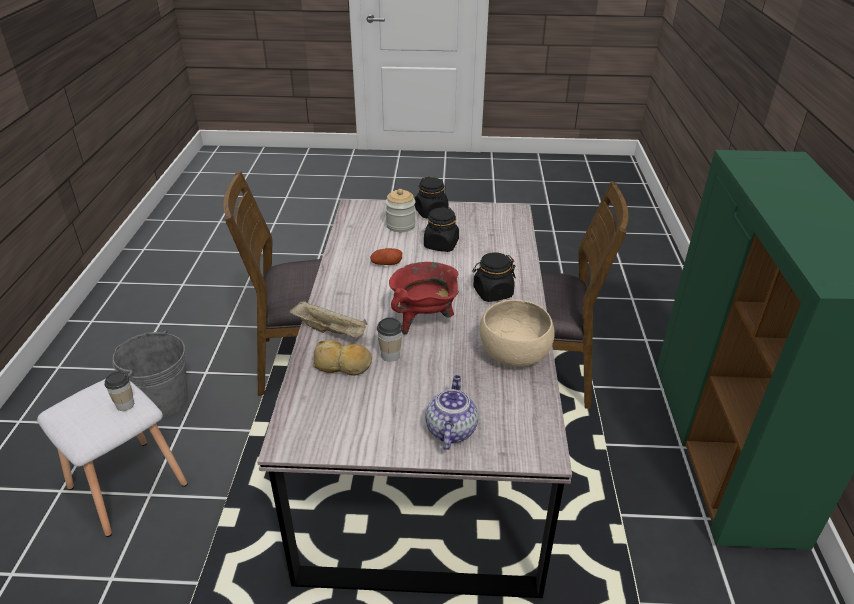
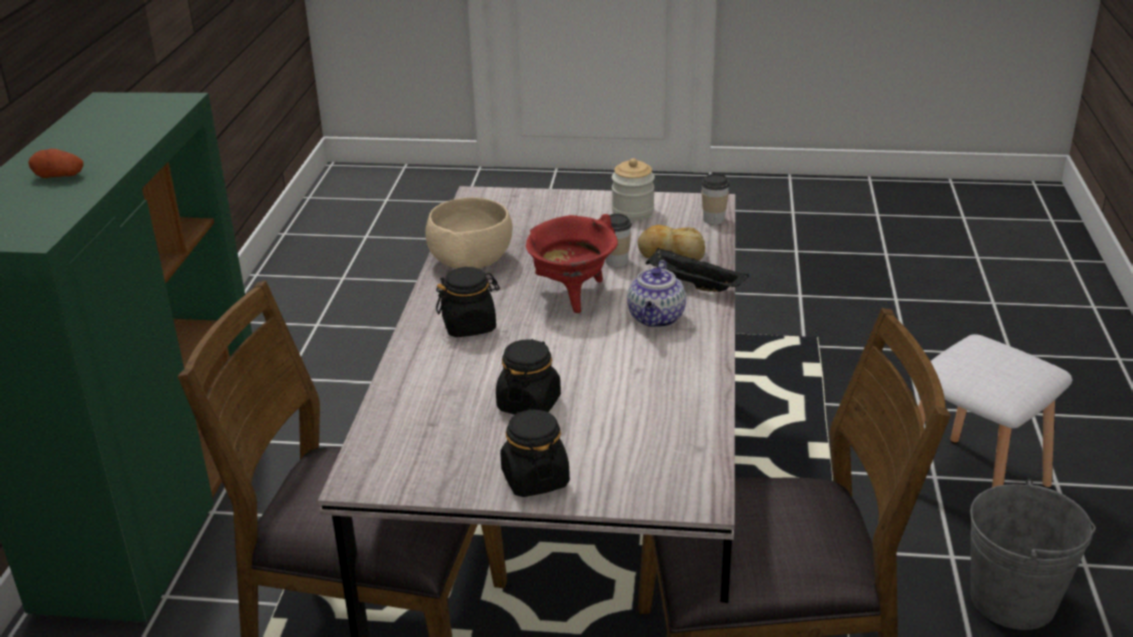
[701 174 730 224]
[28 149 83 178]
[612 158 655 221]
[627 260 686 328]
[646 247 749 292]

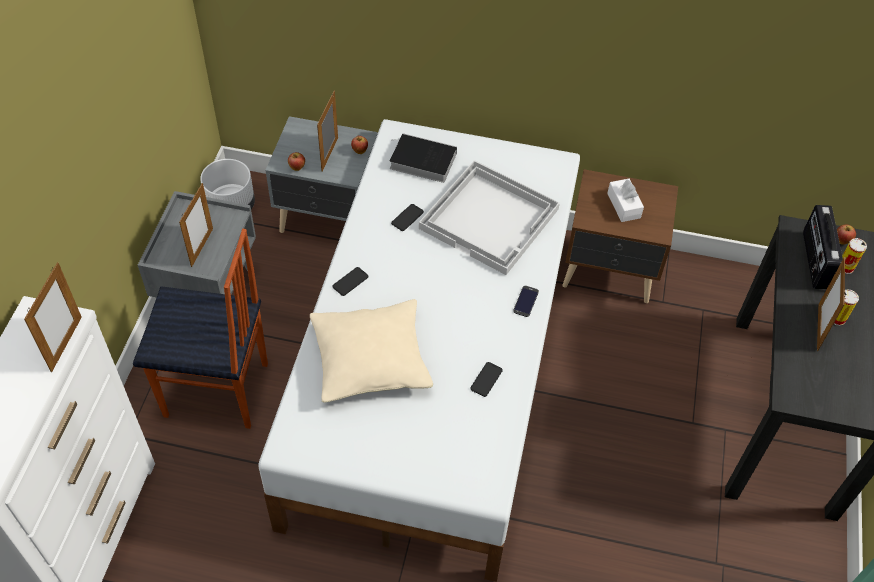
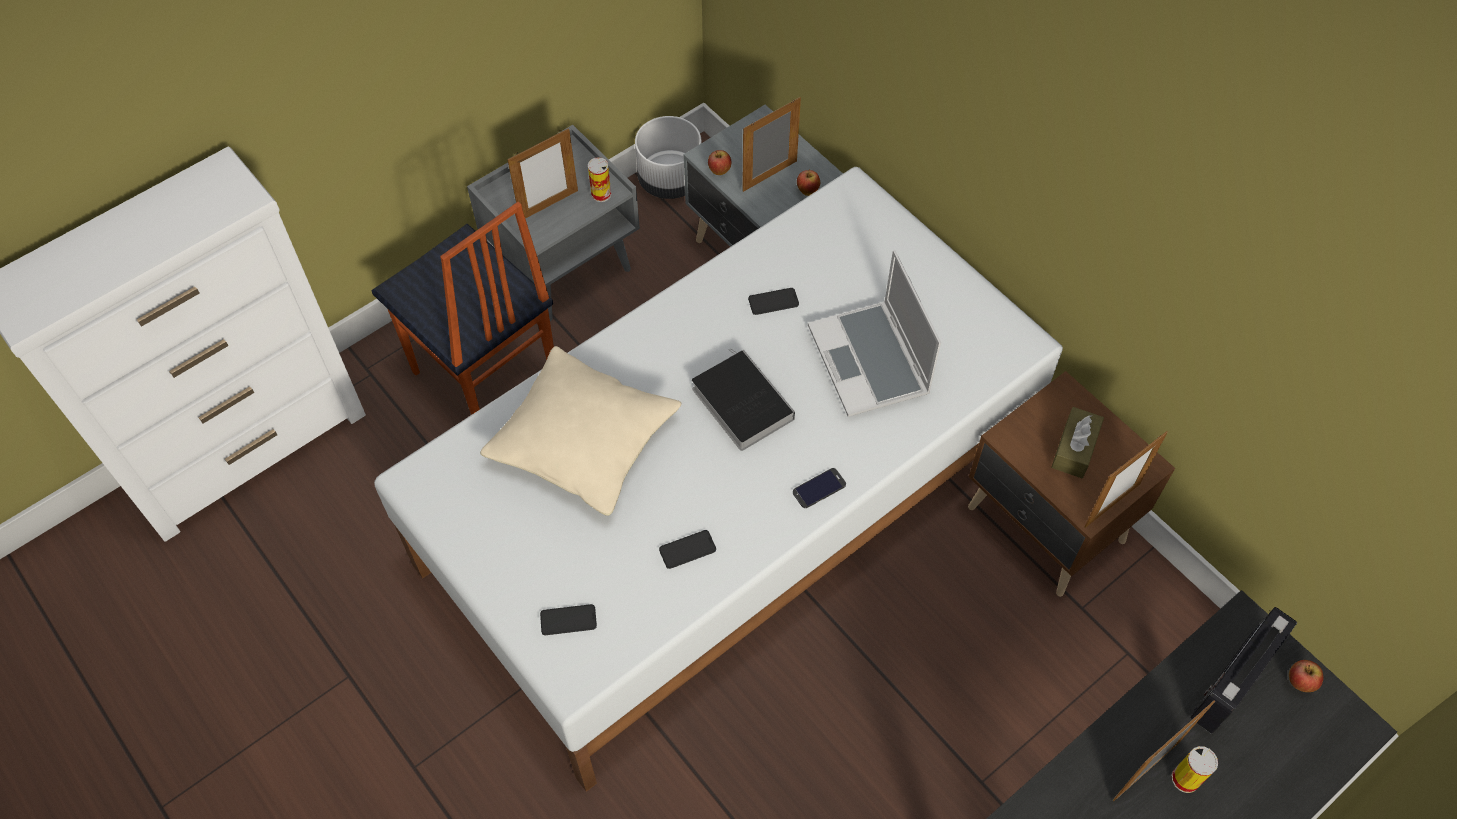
[1085 431 1168 528]
[540 604 597 635]
[692 349 795 451]
[588 157 611 202]
[808 250 941 417]
[1051 407 1104 478]

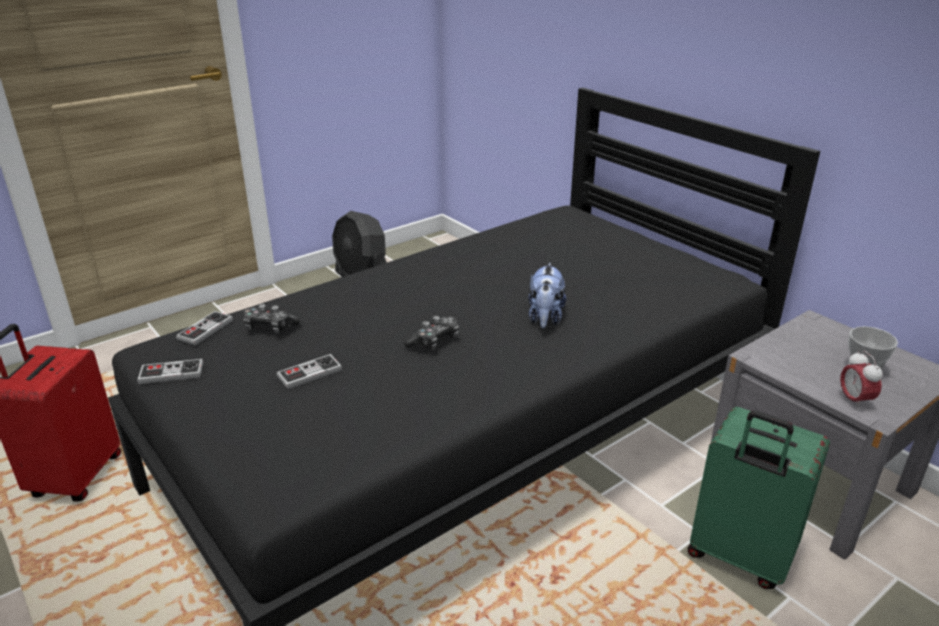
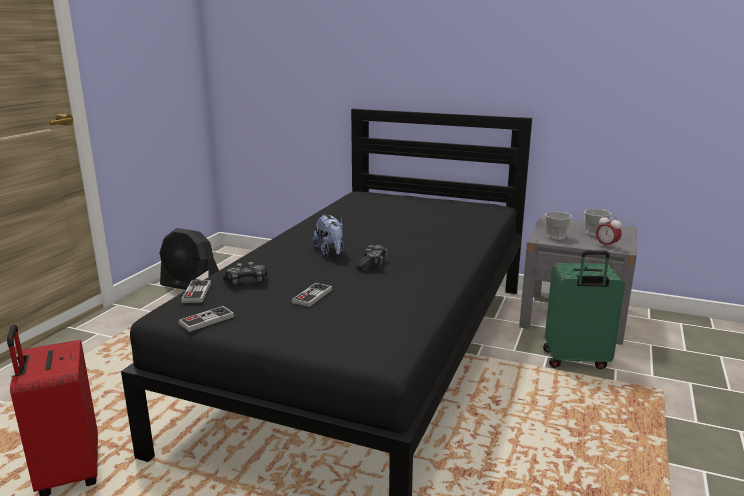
[545 212 572 240]
[313 214 344 256]

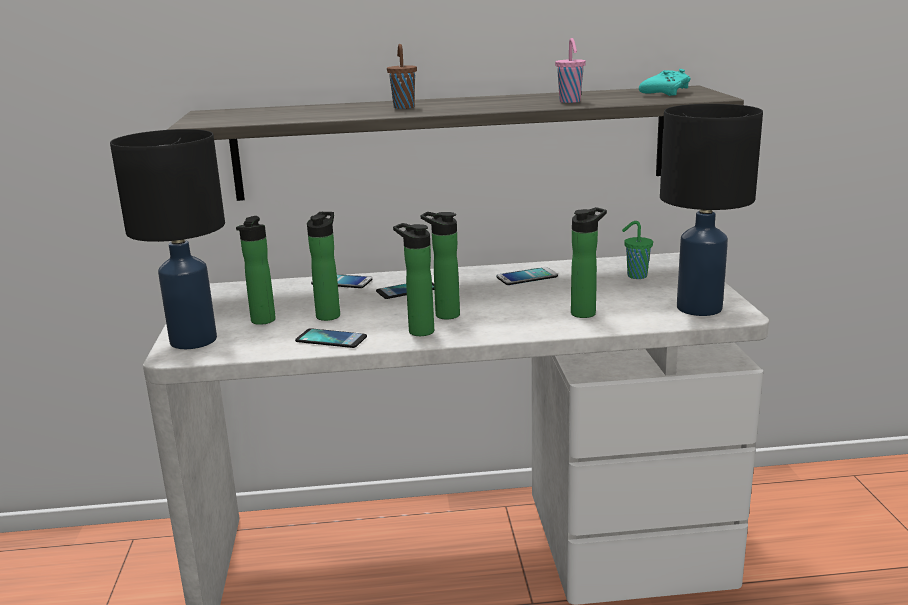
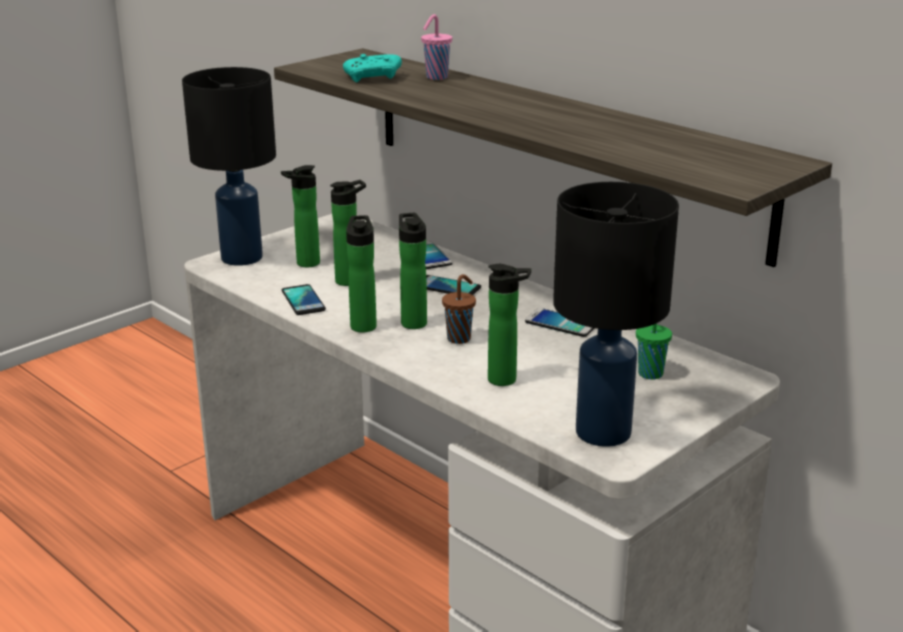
[442 274 476 344]
[421 14 452 80]
[343 54 402 82]

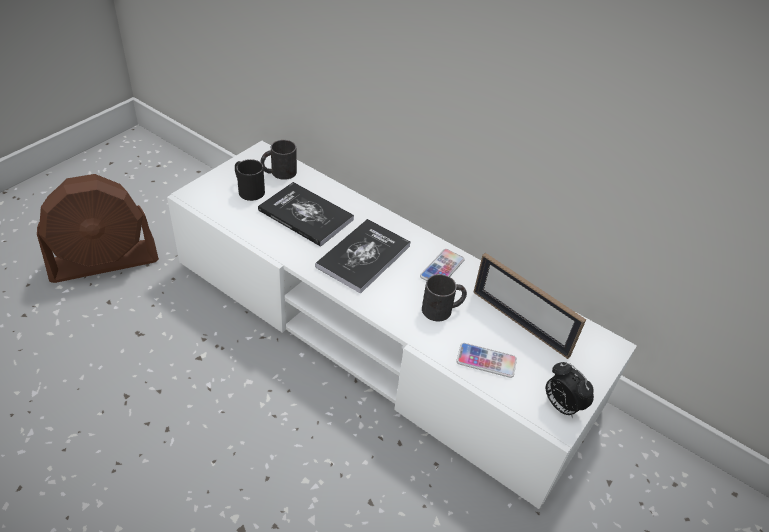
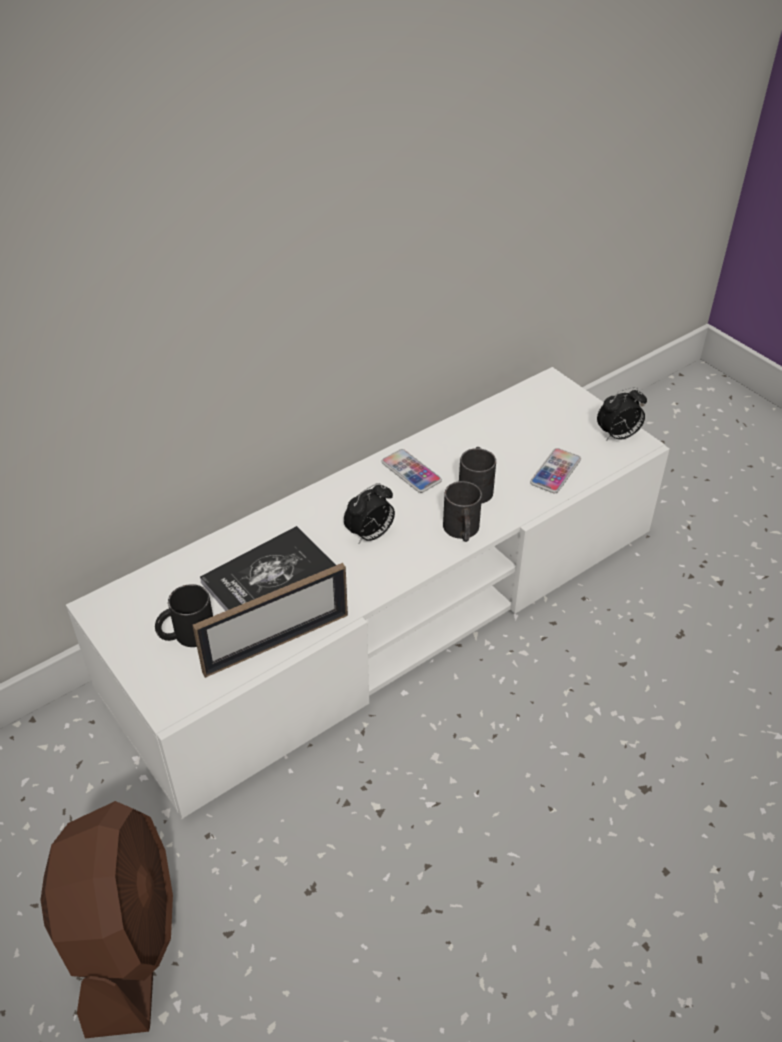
[443 481 482 542]
[192 563 348 678]
[344 483 395 544]

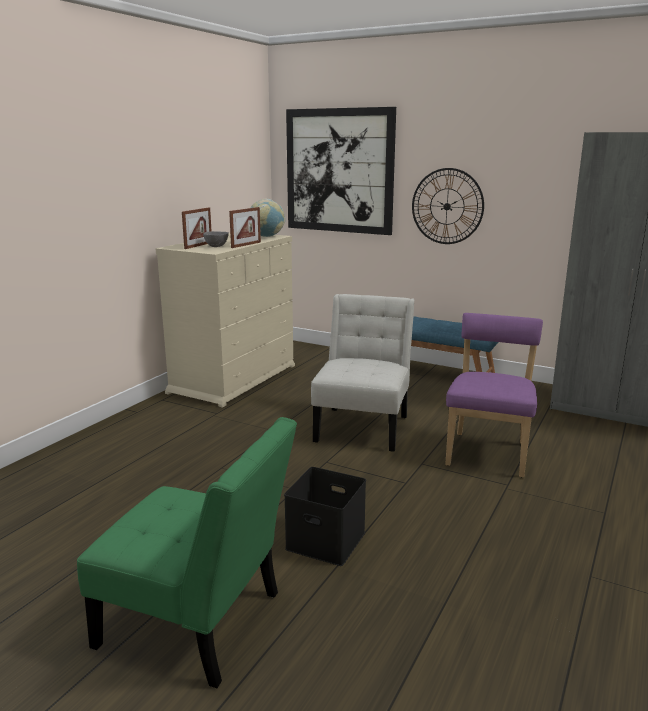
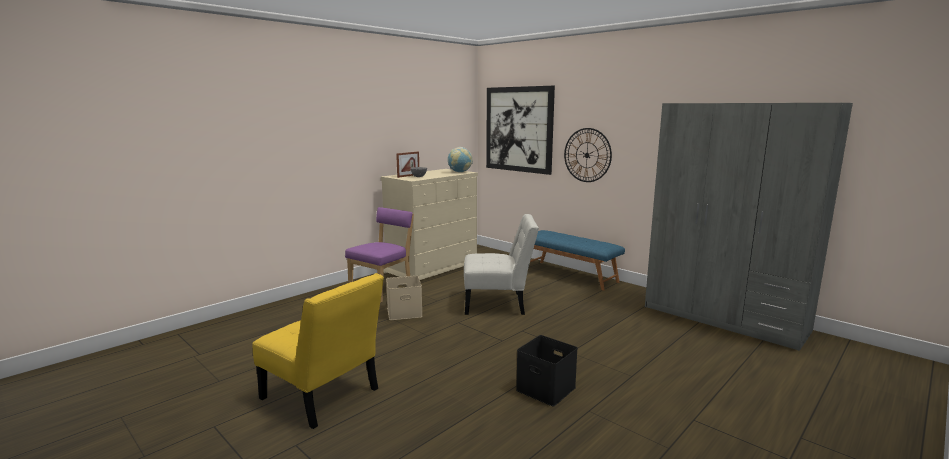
[229 207 261 248] (first image)
[386 276 423 320]
[516 335 578 407]
[345 207 414 303]
[252 273 384 429]
[464 214 539 315]

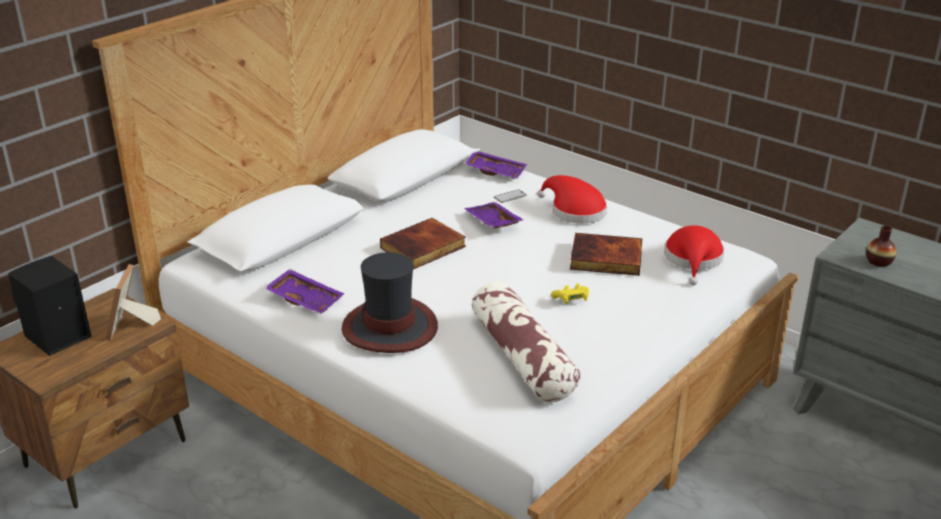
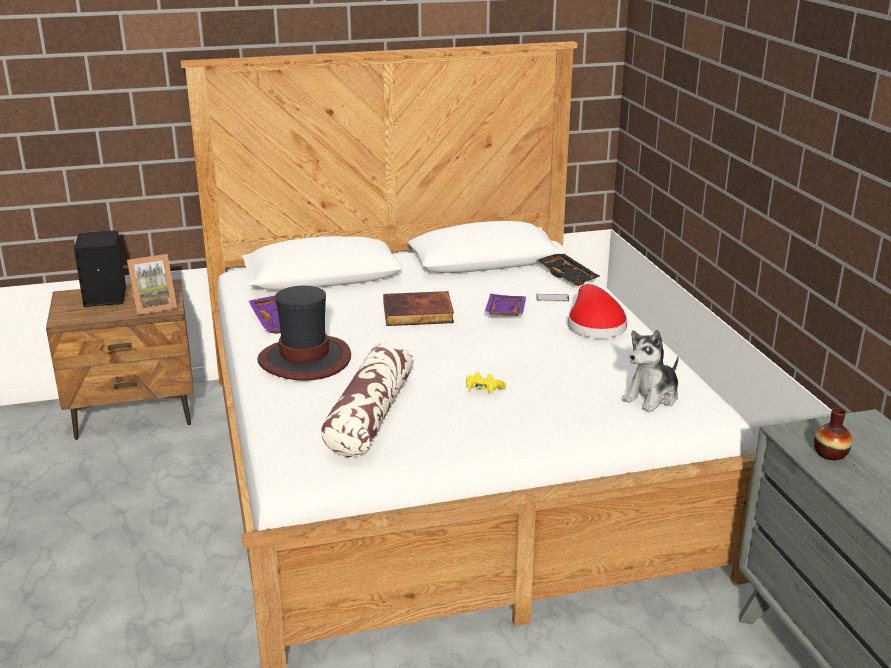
[570 233 642 276] (first image)
[622 330 678 412]
[537 254 600 286]
[127 254 177 315]

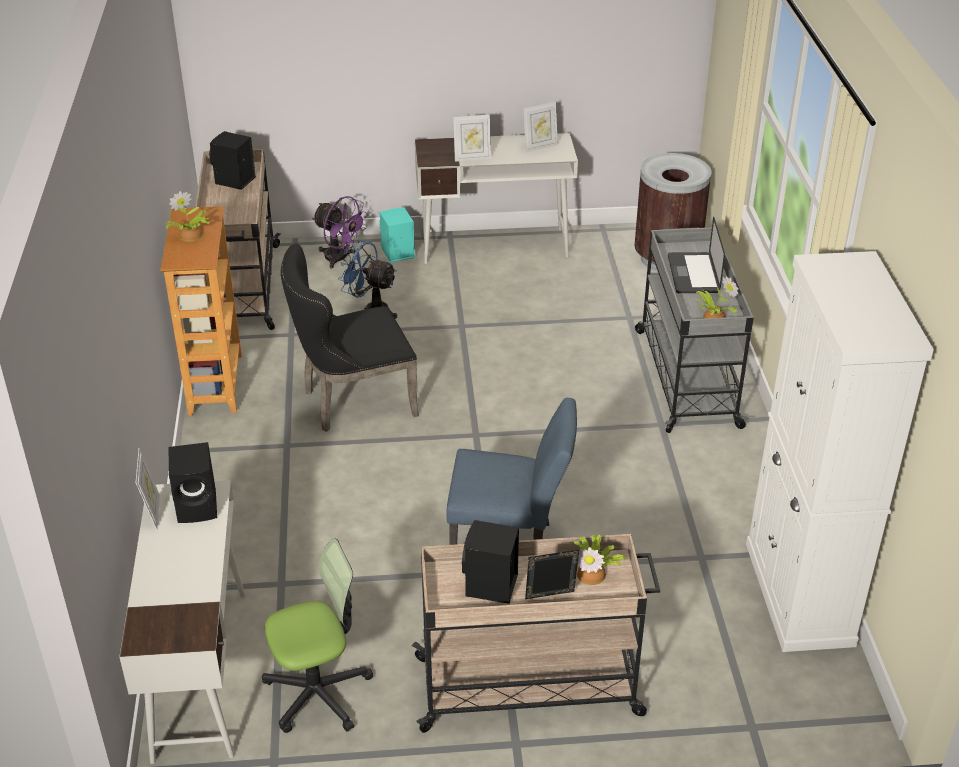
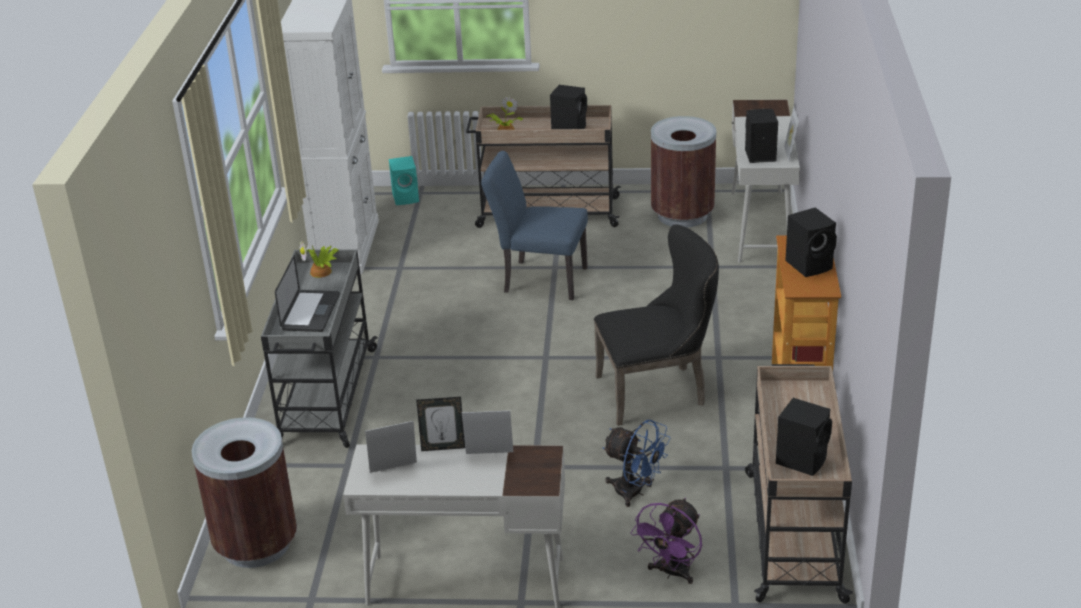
[389 156 419 205]
[416 397 465 451]
[785 207 837 277]
[651 116 716 228]
[631 498 702 584]

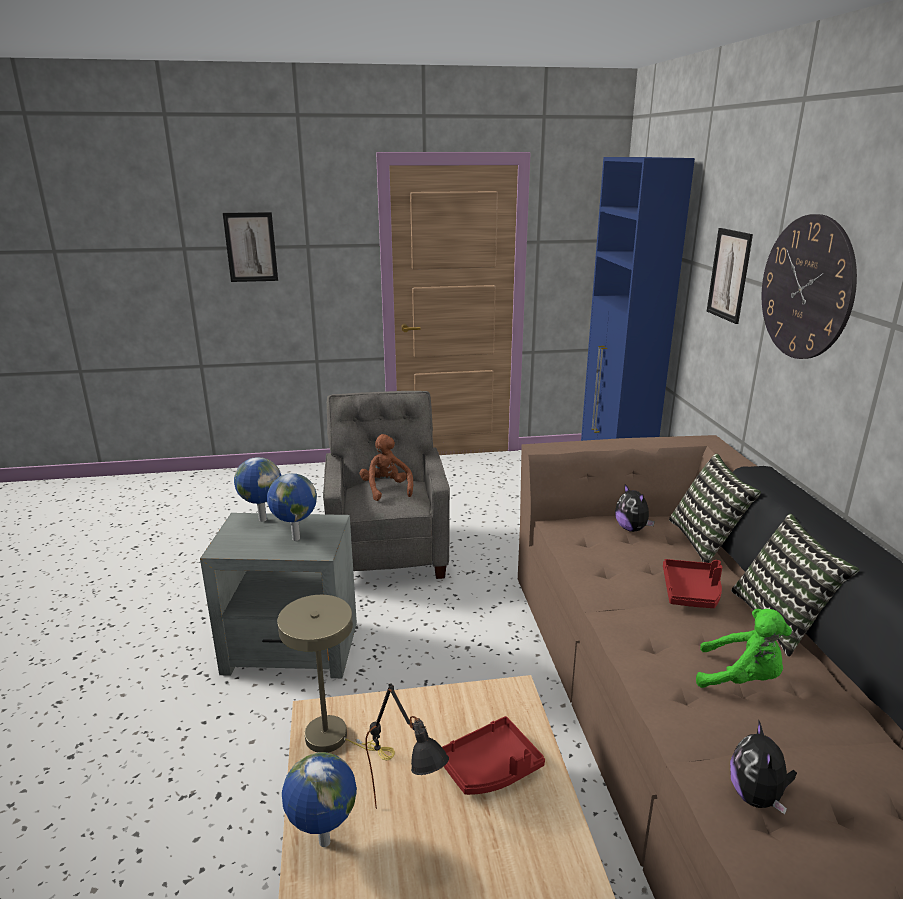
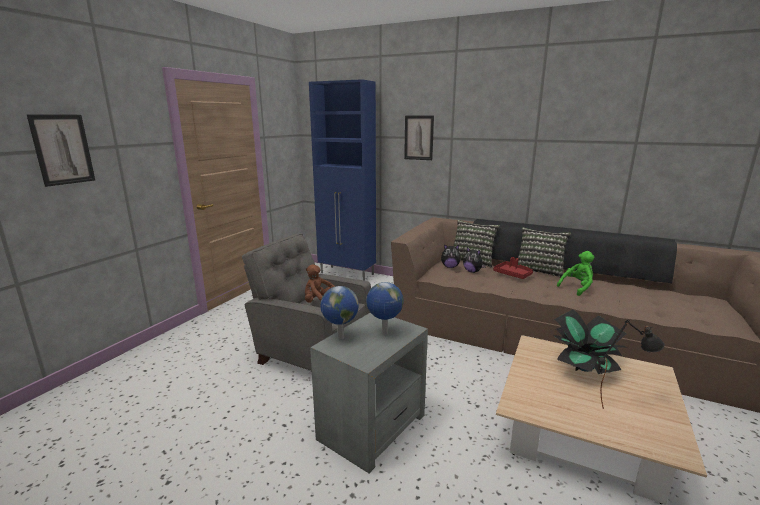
[277 595 395 760] (first image)
[282 752 357 847] (first image)
[762 214 857 359] (first image)
[463 247 486 273]
[554 309 627 374]

